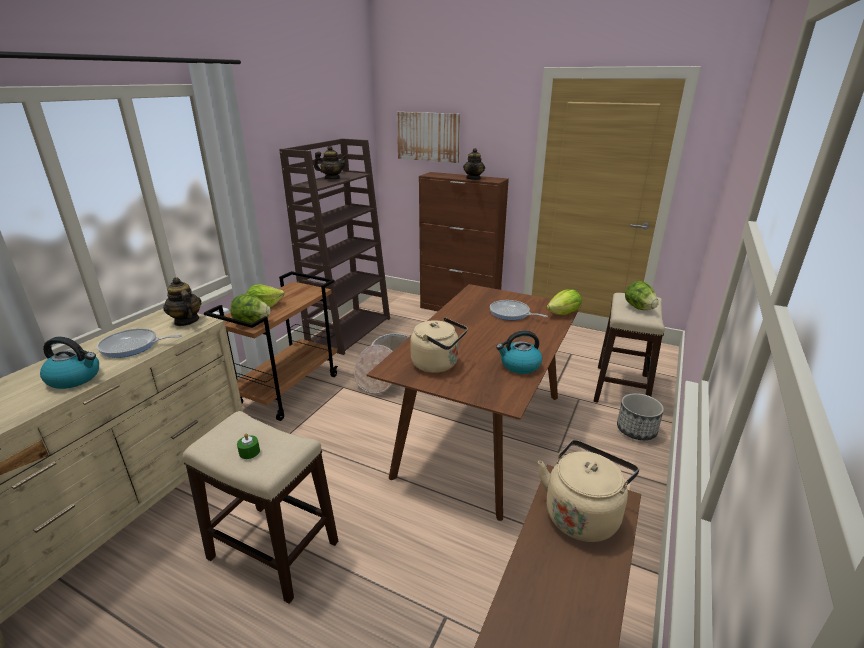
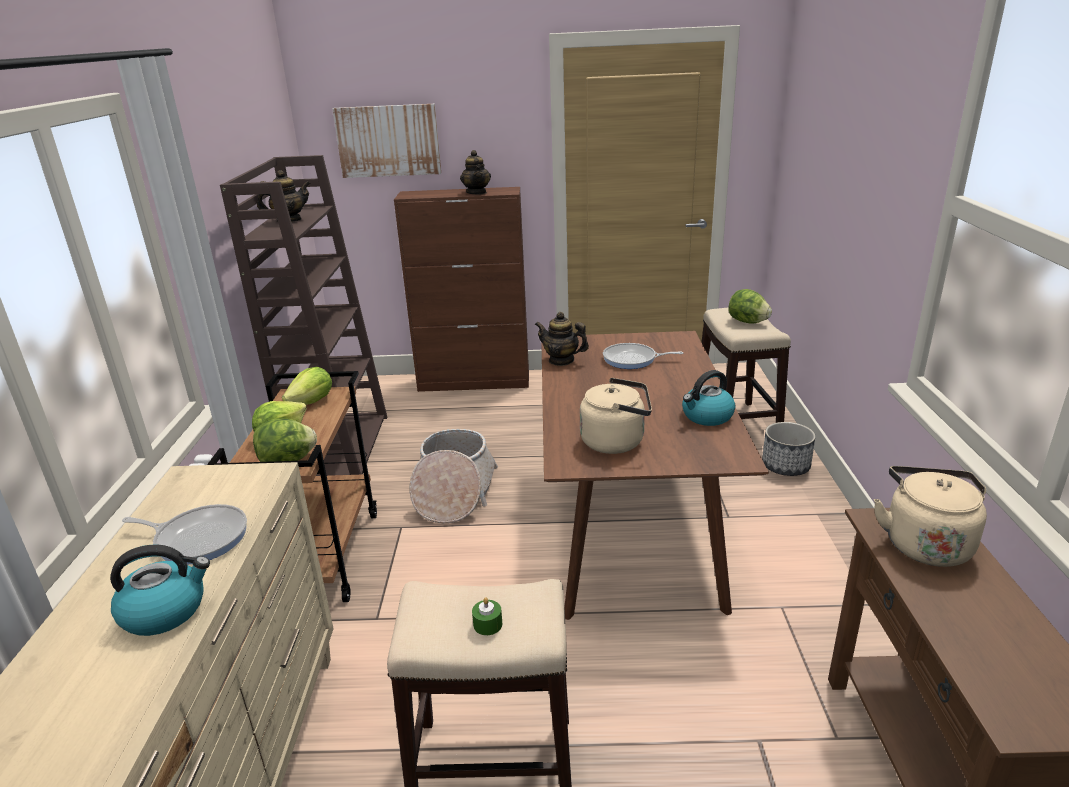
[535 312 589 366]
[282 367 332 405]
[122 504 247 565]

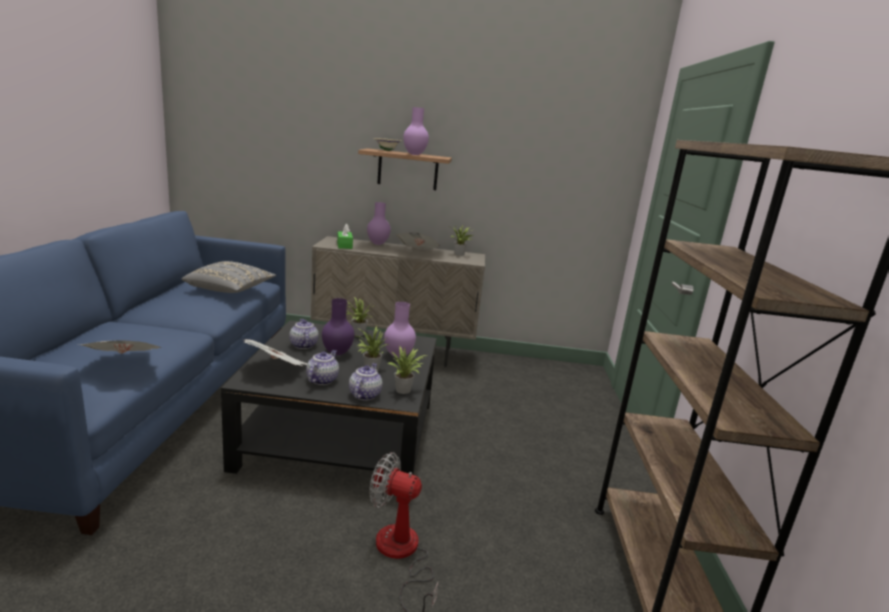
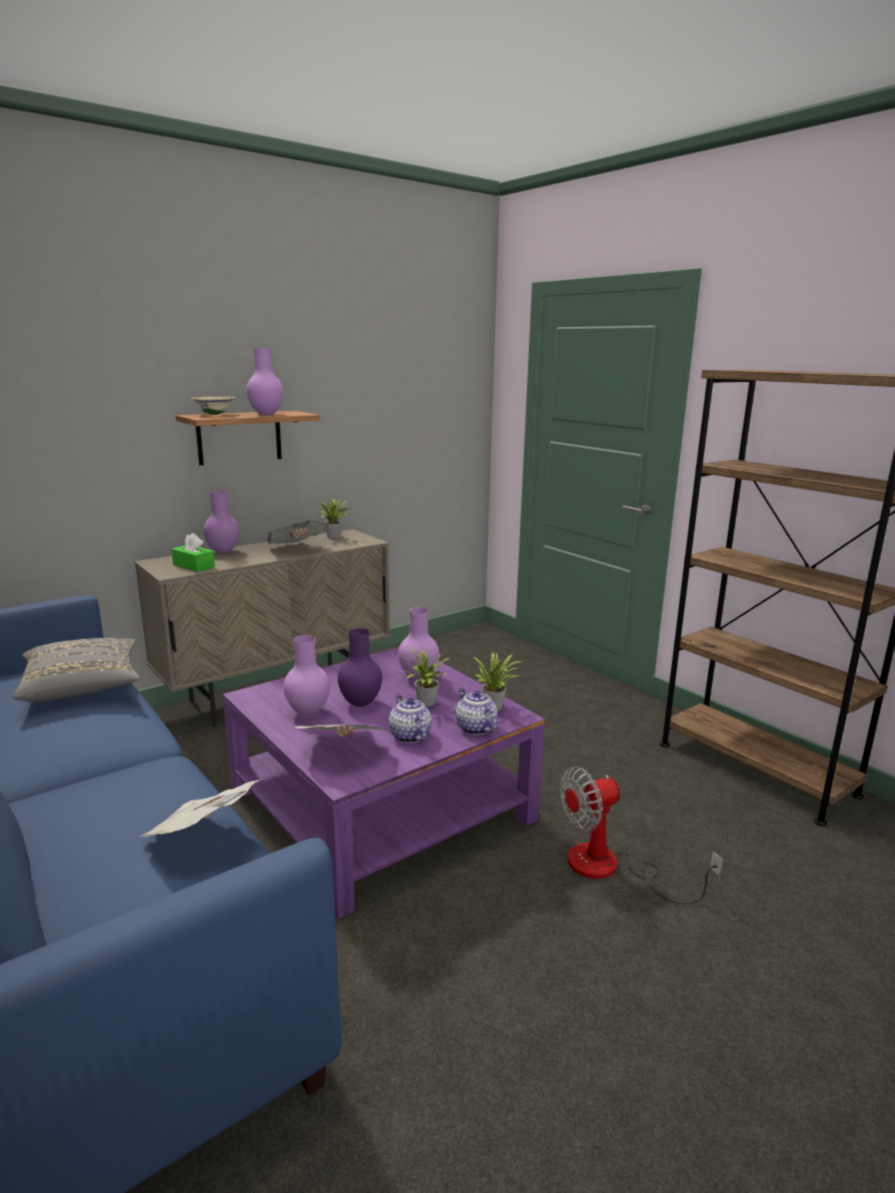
[346 297 373 336] (first image)
[284 635 330 716]
[223 647 545 919]

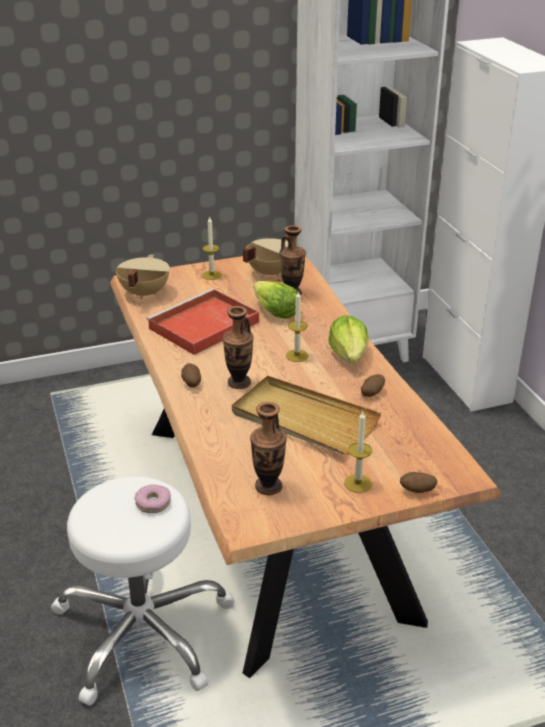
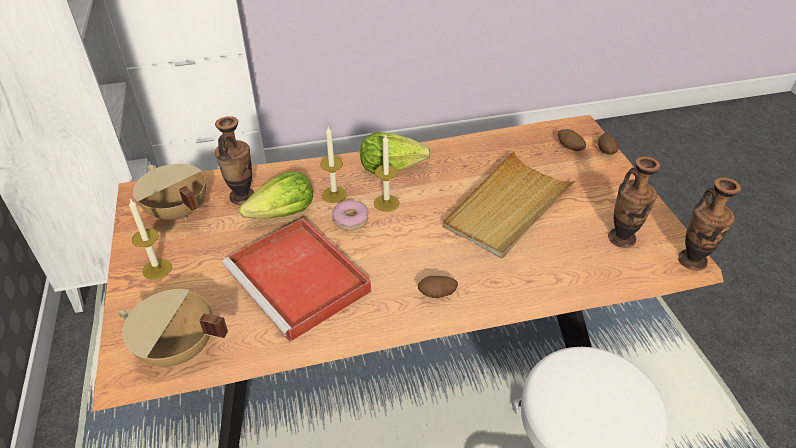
[332 200 368 230]
[678 177 741 271]
[320 127 347 203]
[558 129 586 151]

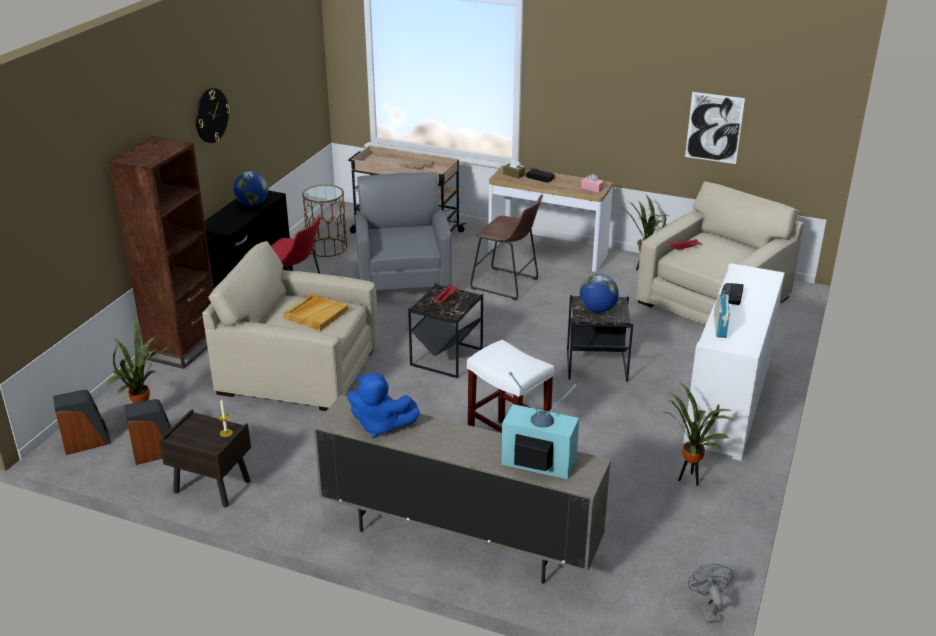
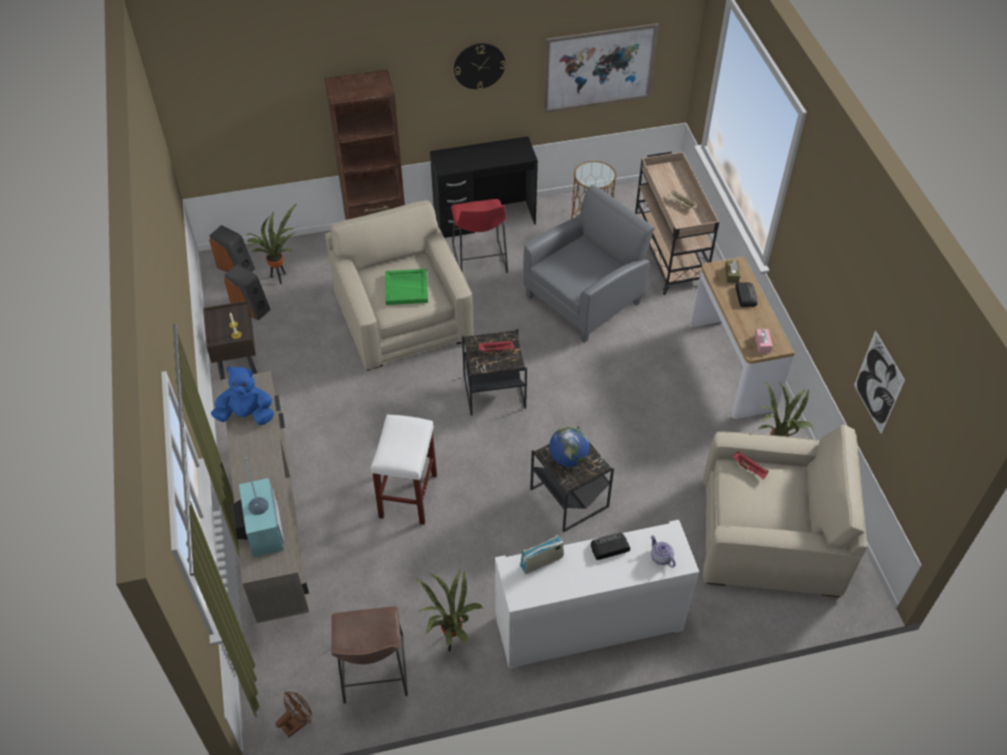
[233 171 268 206] (first image)
[544 23 659 113]
[651 536 676 568]
[331 606 408 704]
[385 269 428 305]
[275 692 312 737]
[211 366 274 425]

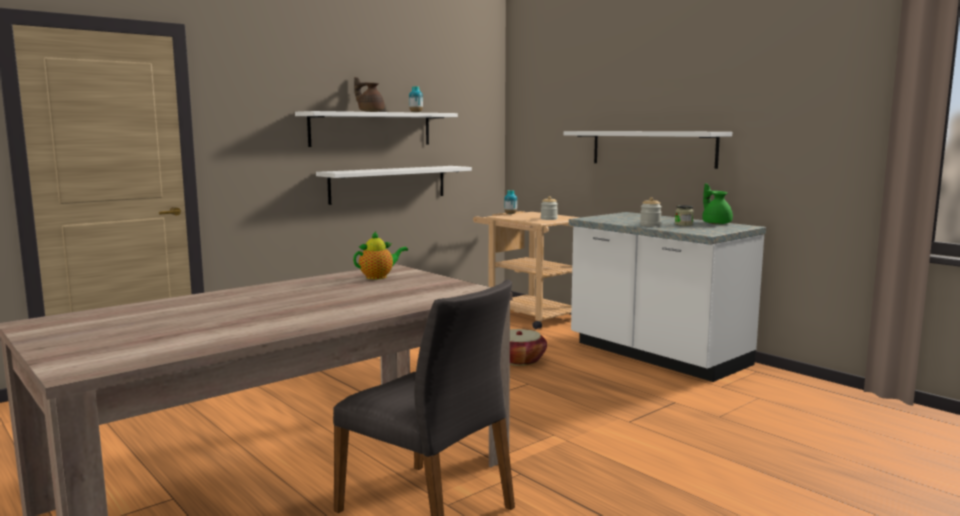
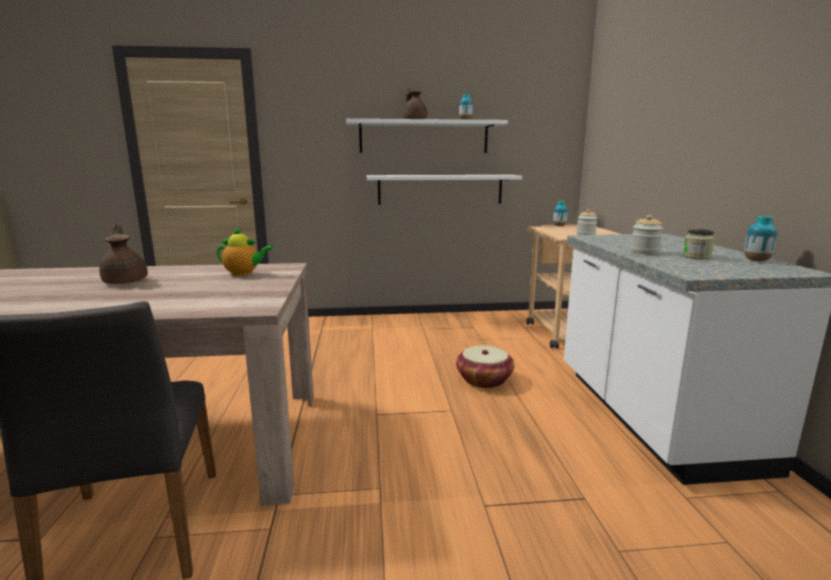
[564 131 732 169] (first image)
[99 223 148 284]
[744 216 777 261]

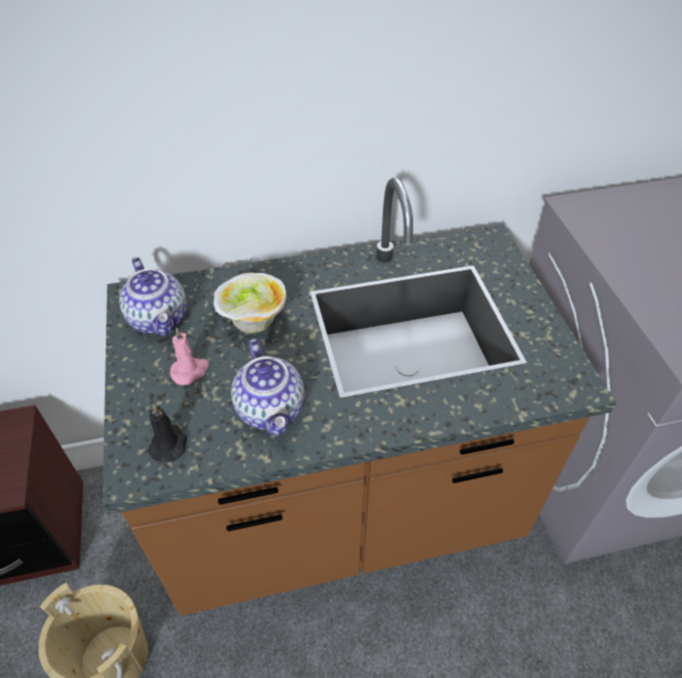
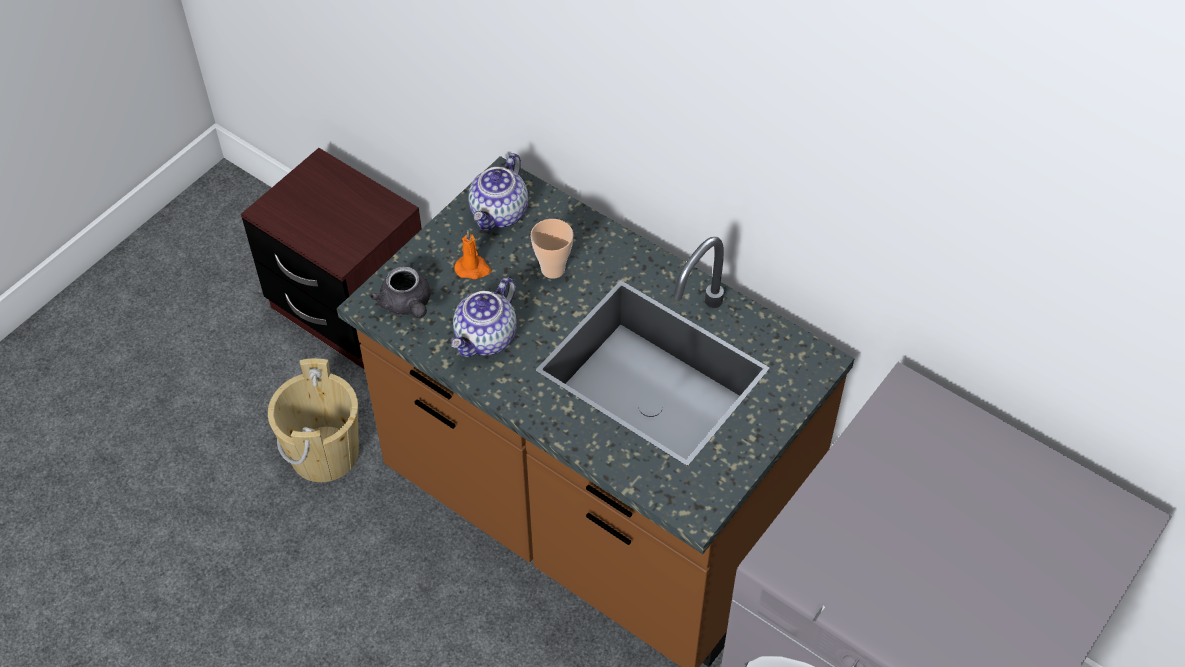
[370 266 430 318]
[531 219 573 279]
[454 231 491 279]

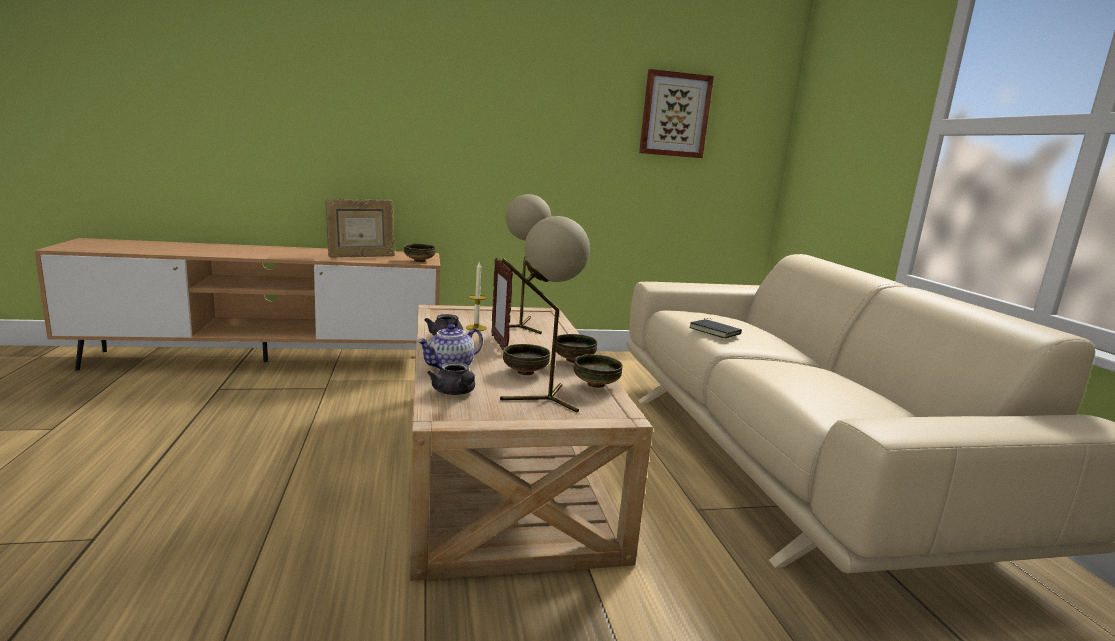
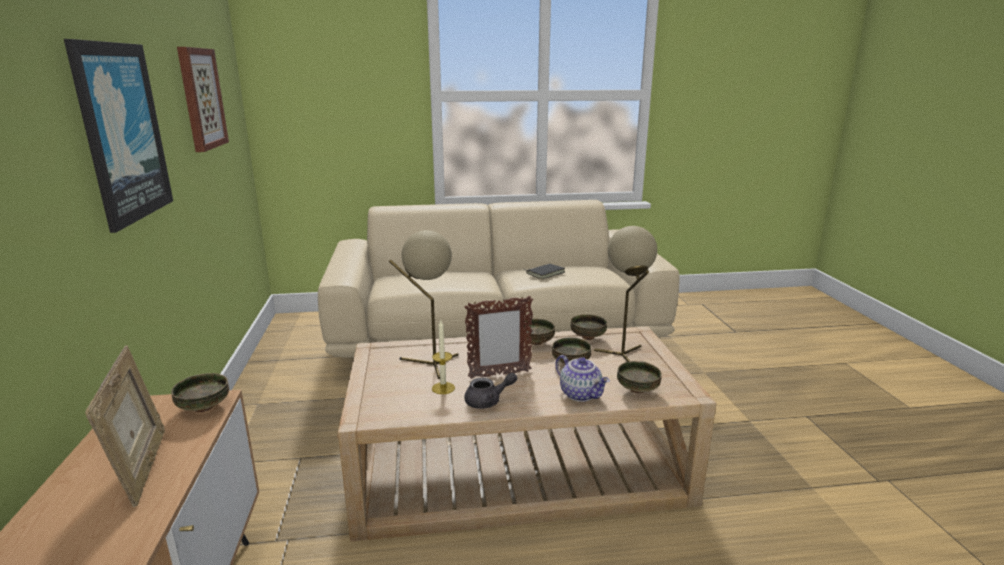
[64 39 173 233]
[526 264 565 279]
[617 361 662 393]

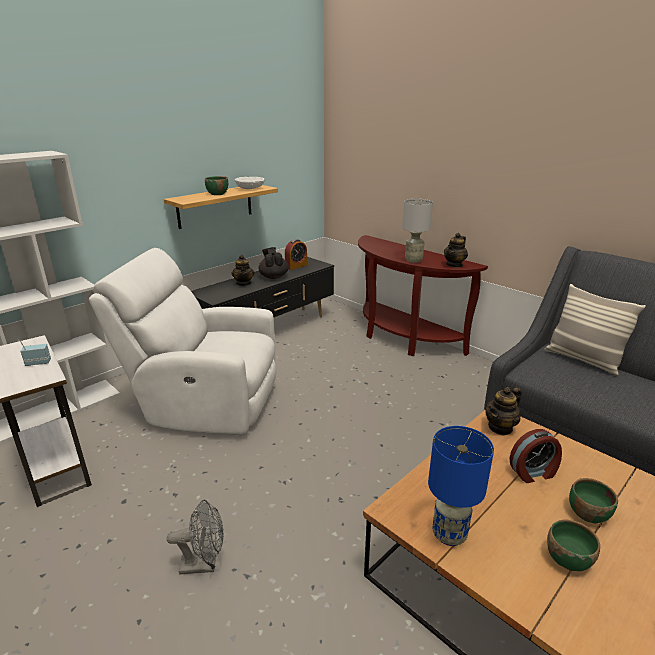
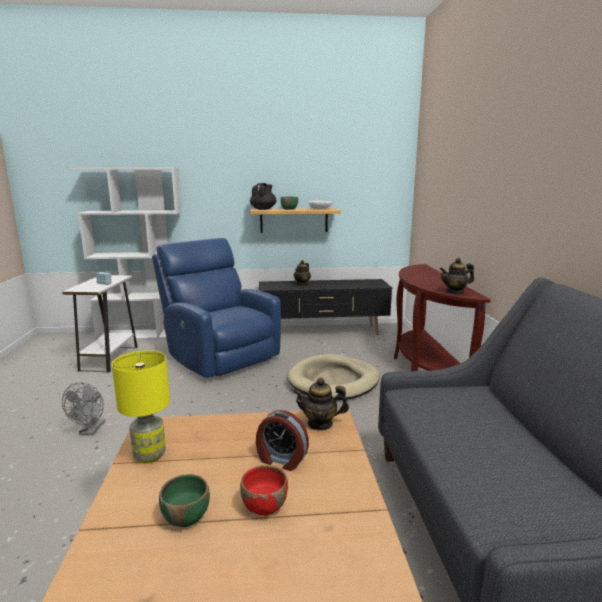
[285 239 307 270] (first image)
[402 199 433 263] (first image)
[544 284 646 376] (first image)
[287 354 380 400]
[250 183 276 210]
[152 238 281 378]
[112 350 170 463]
[240 465 288 516]
[62 382 105 435]

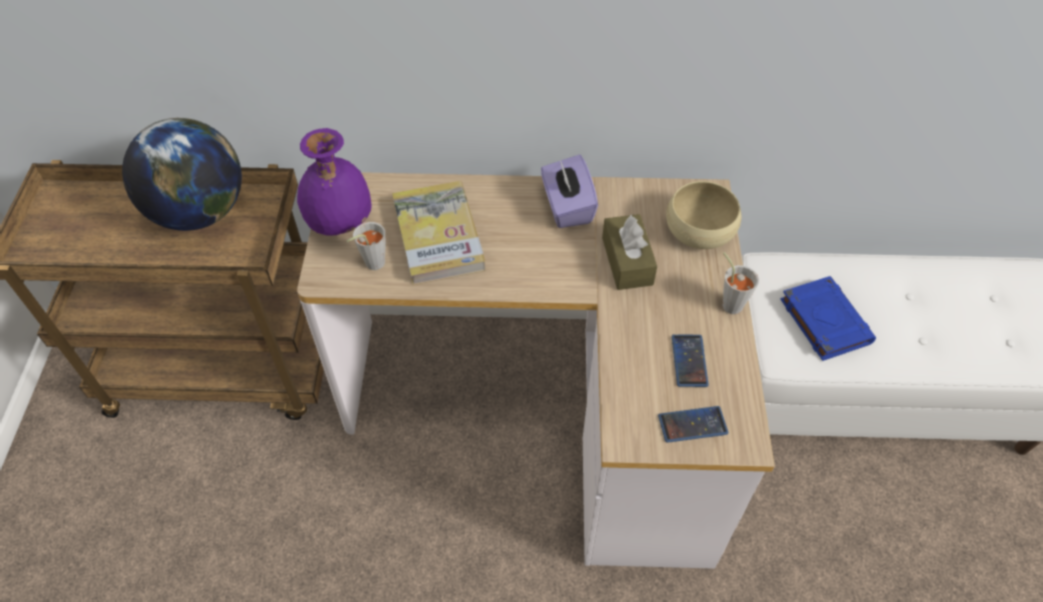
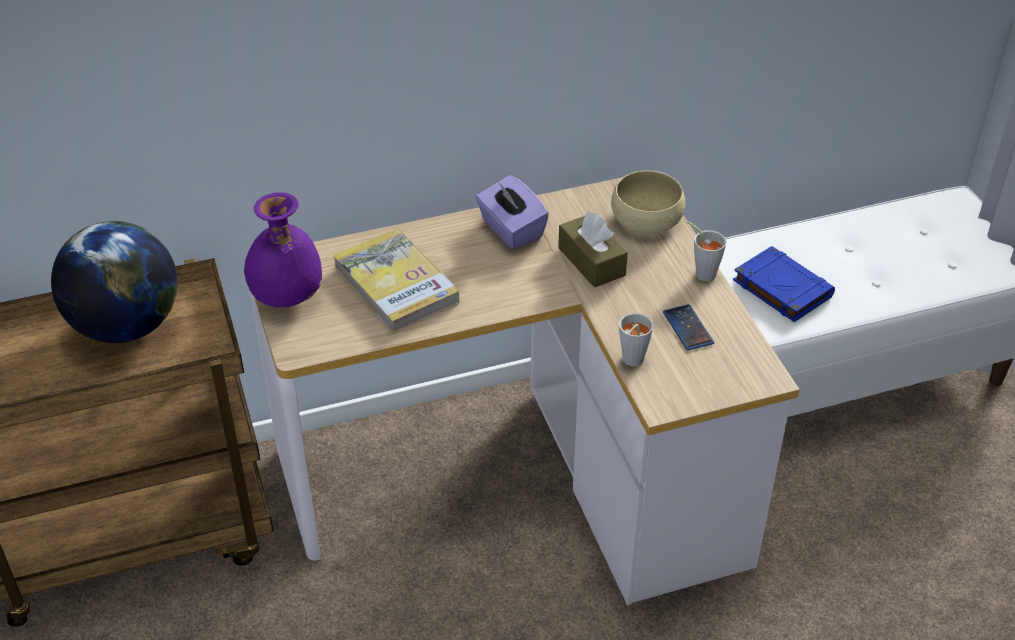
[658 406 728 443] (first image)
[619 313 654 366]

